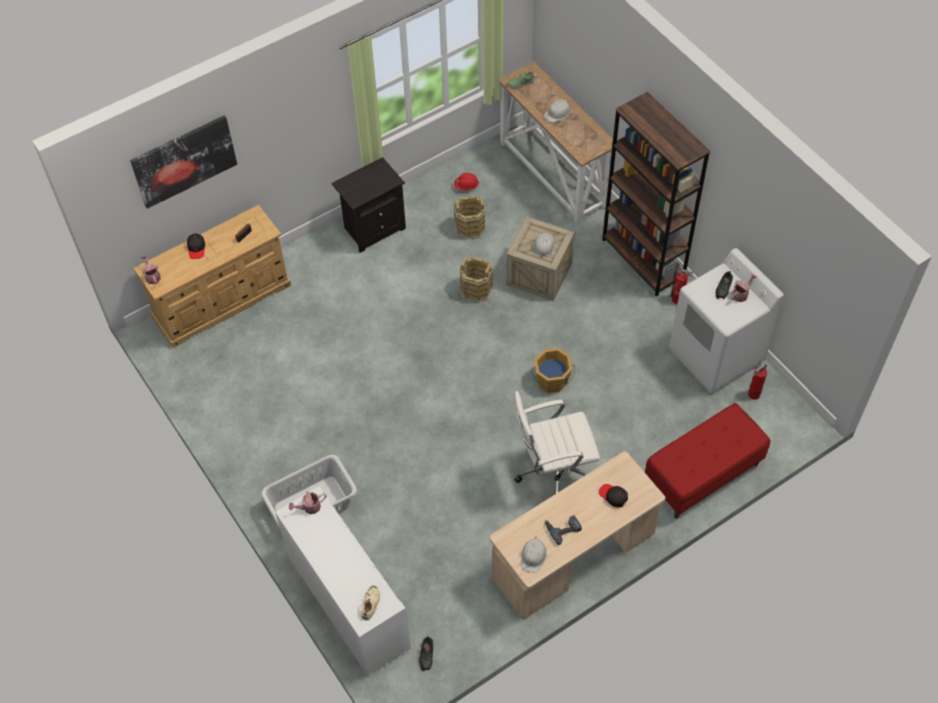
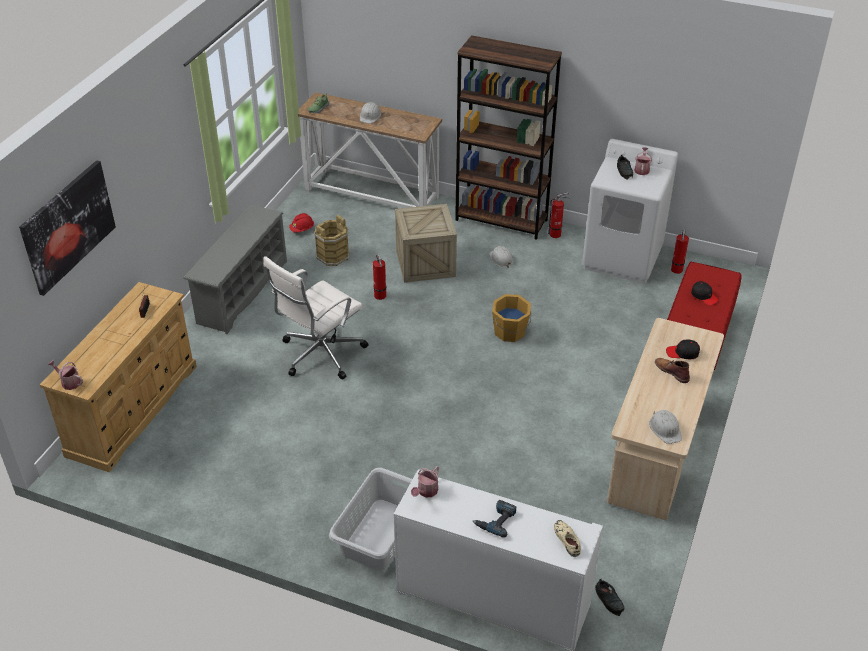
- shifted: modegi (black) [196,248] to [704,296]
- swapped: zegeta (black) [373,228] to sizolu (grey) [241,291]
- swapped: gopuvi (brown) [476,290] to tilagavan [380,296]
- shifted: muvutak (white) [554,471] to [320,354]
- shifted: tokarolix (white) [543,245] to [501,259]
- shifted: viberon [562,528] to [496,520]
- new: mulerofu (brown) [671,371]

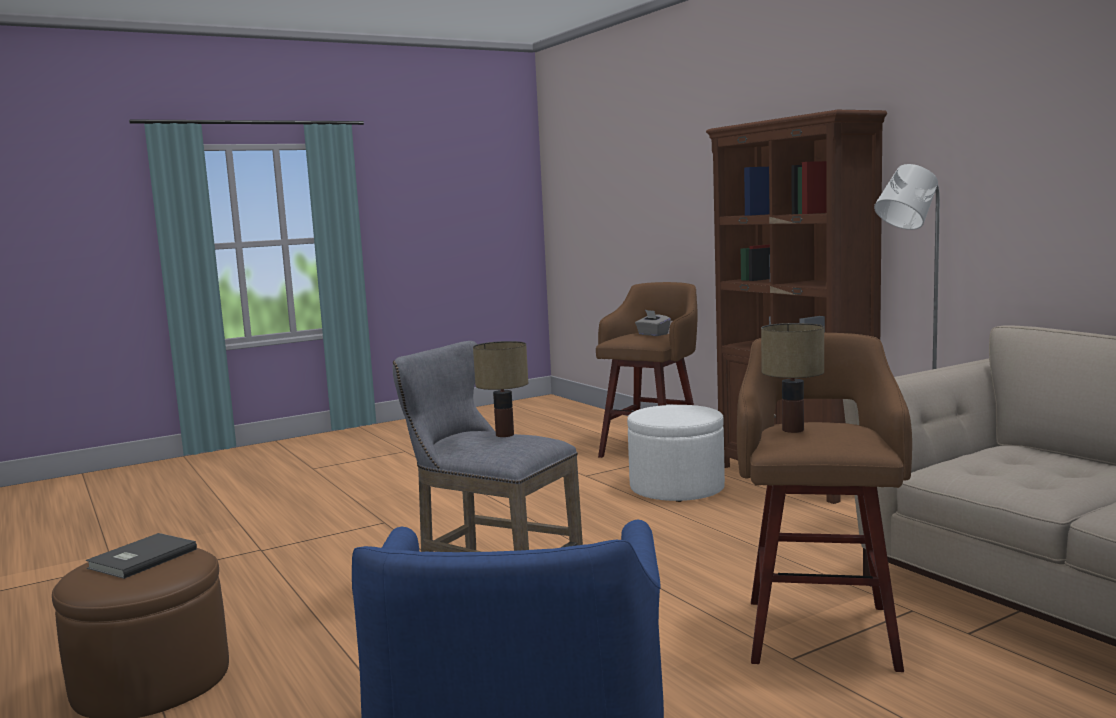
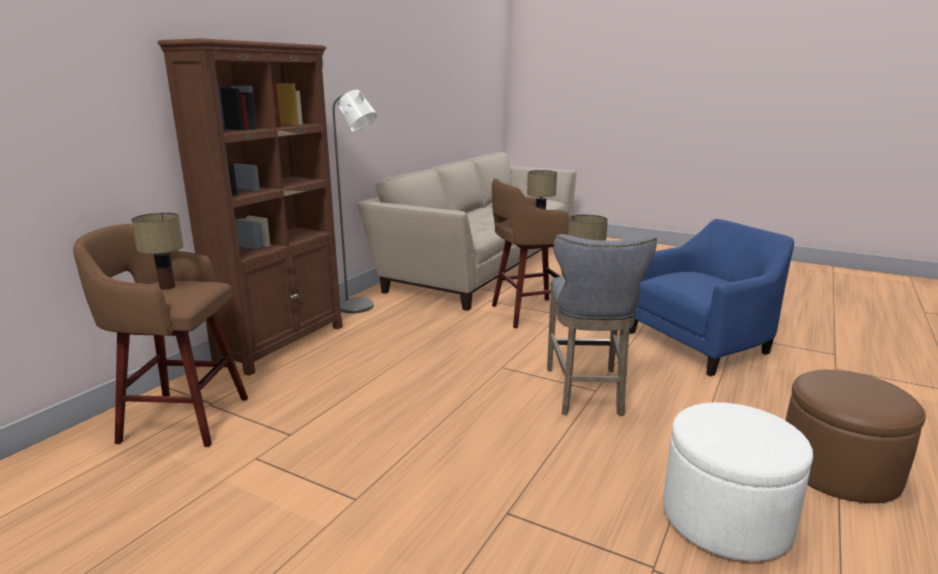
- gone: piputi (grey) [140,559]
- shifted: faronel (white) [677,488] to [726,519]
- swapped: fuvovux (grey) [653,334] to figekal [167,286]

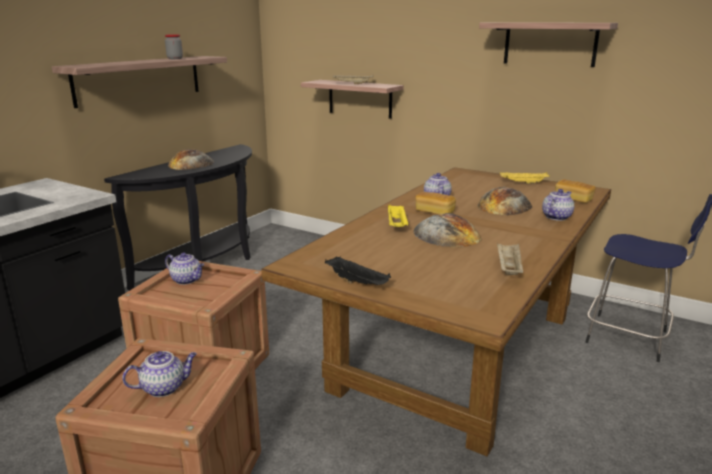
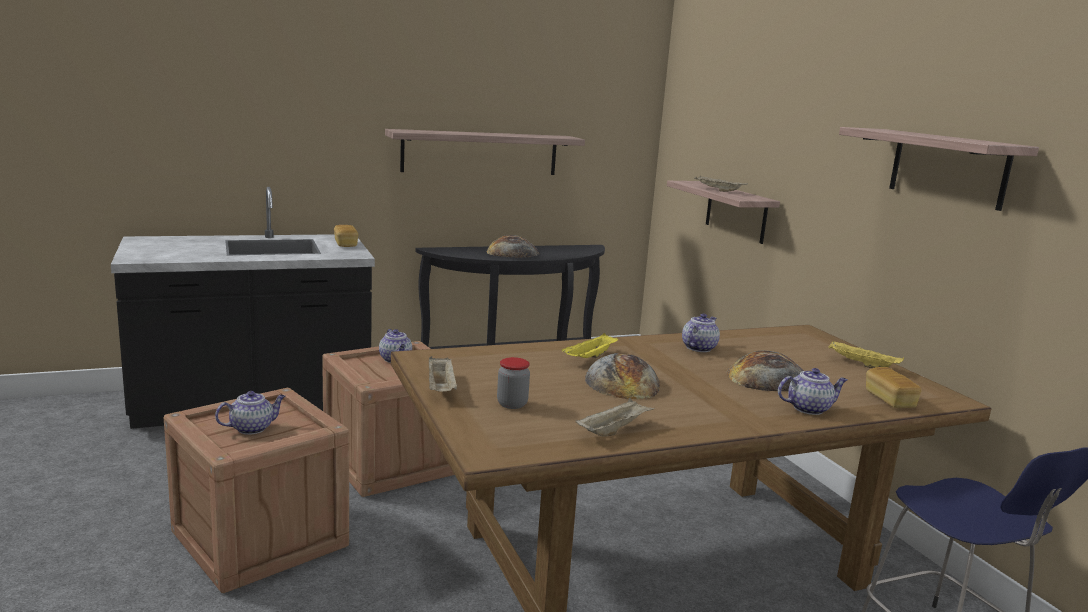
- rotated: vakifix [164,387] = [252,428] 45 degrees counterclockwise
- shifted: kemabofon [175,59] to [512,404]
- repainted: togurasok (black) [358,283] to togurasok (beige) [441,388]
- shifted: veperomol [434,212] to [346,244]

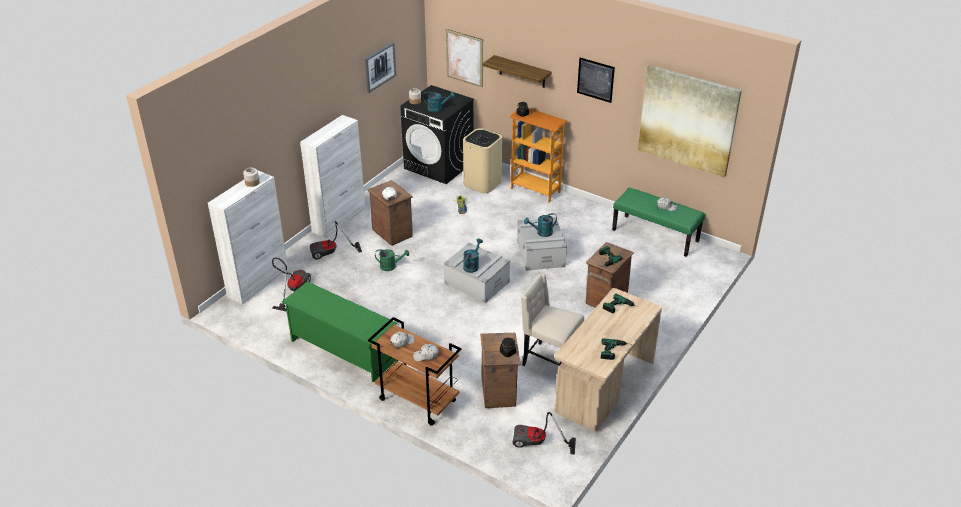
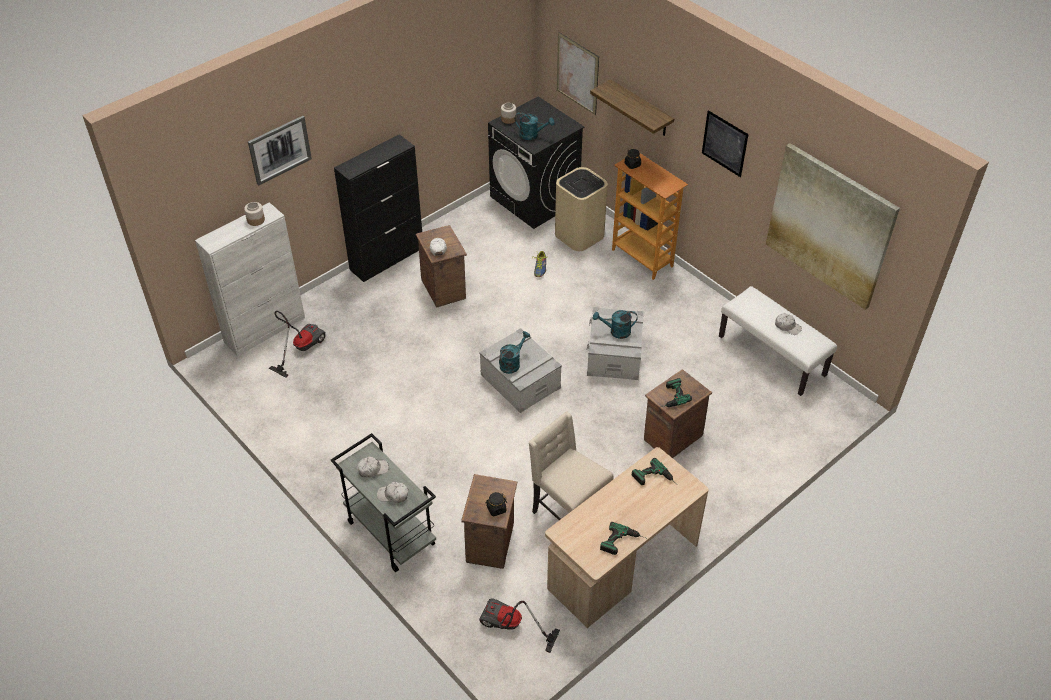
- gone: sizolu (green) [343,350]
- repainted: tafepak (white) [339,220] to tafepak (black) [387,258]
- gone: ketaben [331,253]
- shifted: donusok [380,67] to [279,149]
- repainted: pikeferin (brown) [416,400] to pikeferin (grey) [390,533]
- gone: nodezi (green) [391,266]
- repainted: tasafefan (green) [655,235] to tasafefan (white) [772,355]

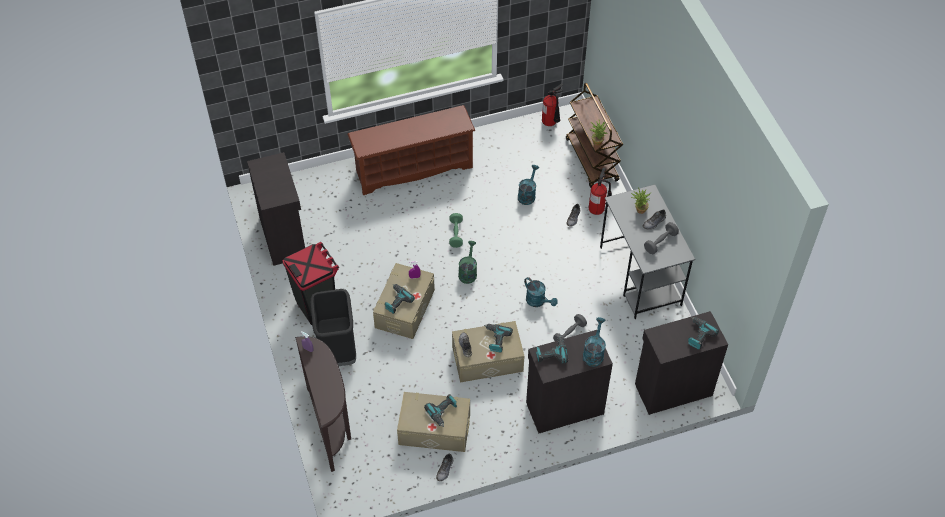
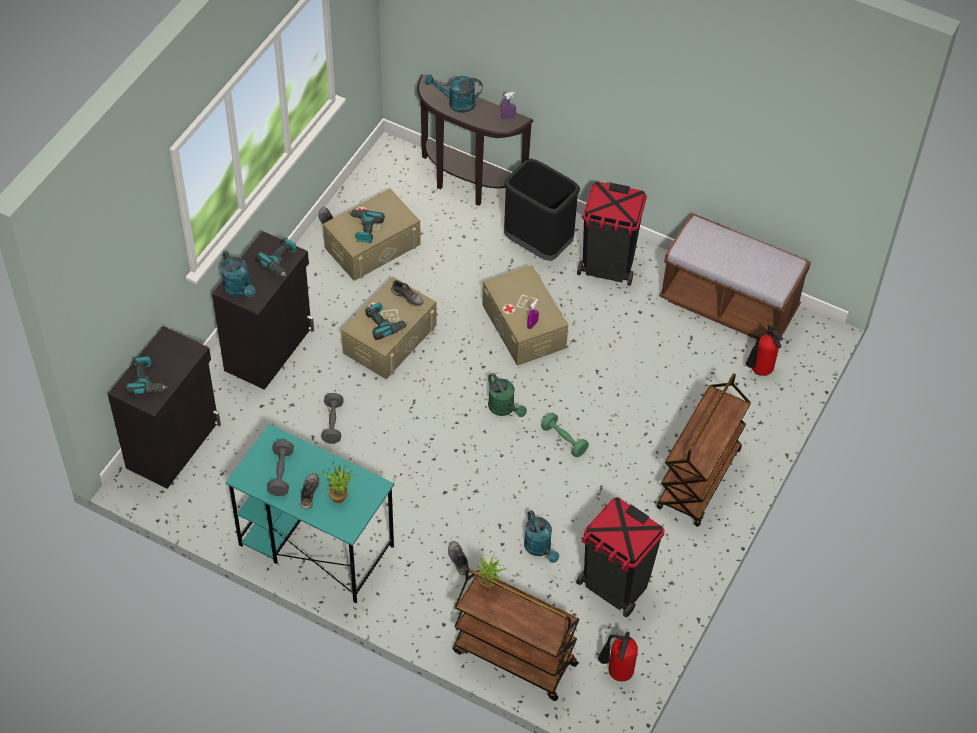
- swapped: tafepak (black) [283,236] to tasafefan (brown) [728,305]
- swapped: sizolu (brown) [413,168] to pikeferin (brown) [699,480]
- gone: viberon [396,301]
- shifted: nodezi (turquoise) [538,301] to [456,103]
- shifted: tilagavan [599,210] to [759,371]
- repainted: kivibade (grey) [640,276] to kivibade (turquoise) [315,545]
- new: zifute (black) [615,586]

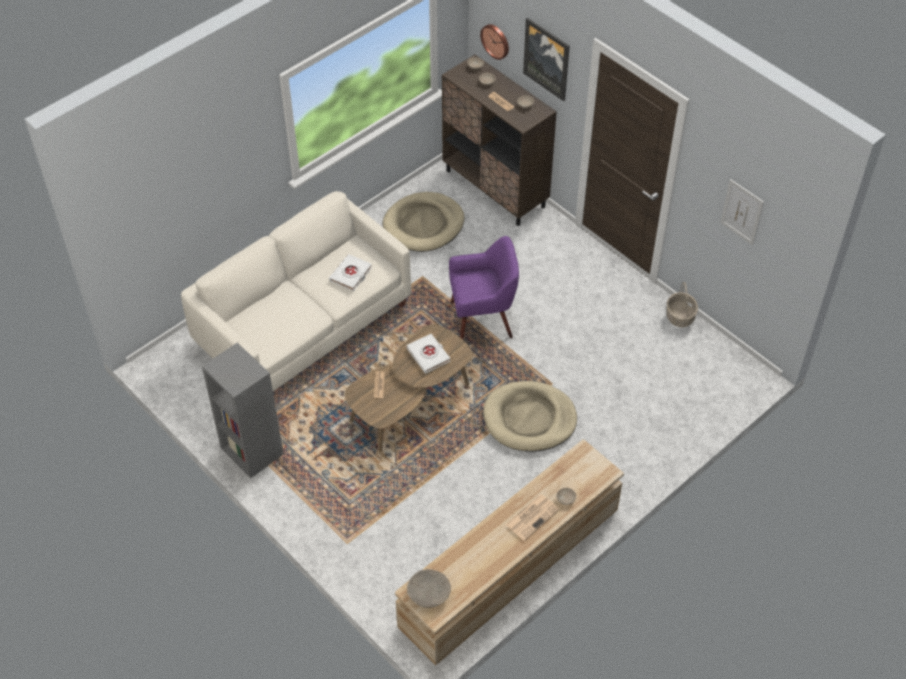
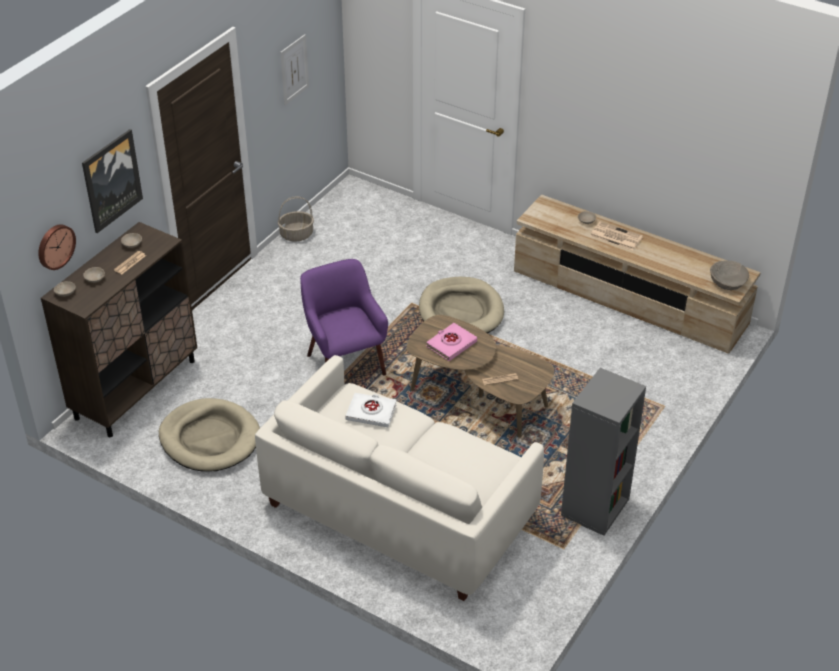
- repainted: piputi (white) [428,355] to piputi (pink) [451,344]

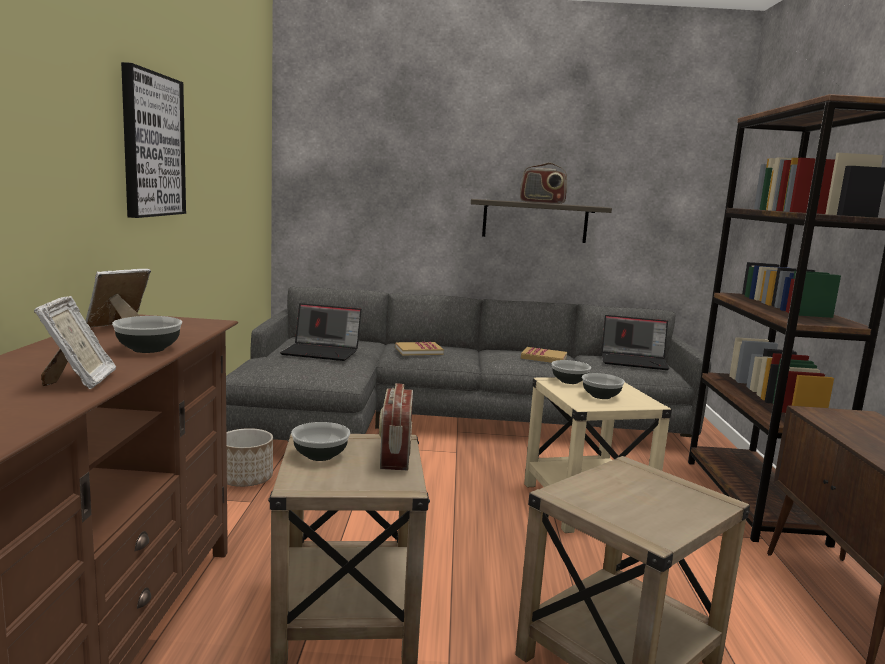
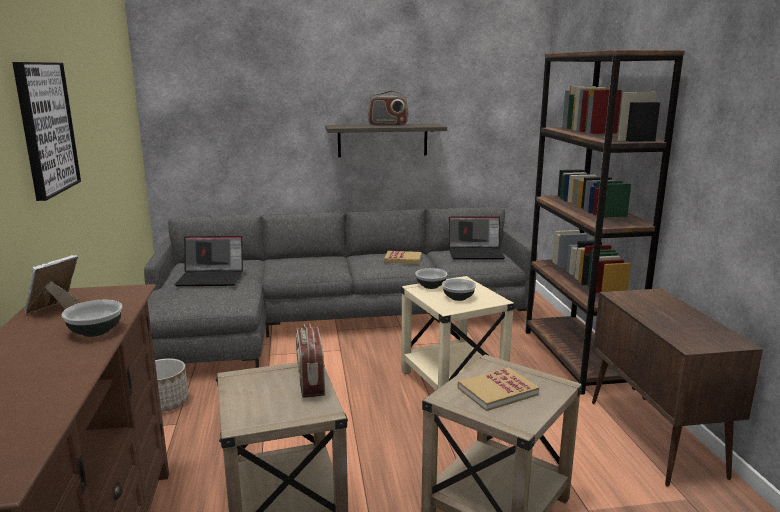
- gone: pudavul [79,381]
- gone: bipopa [321,455]
- shifted: piputi [418,351] to [497,391]

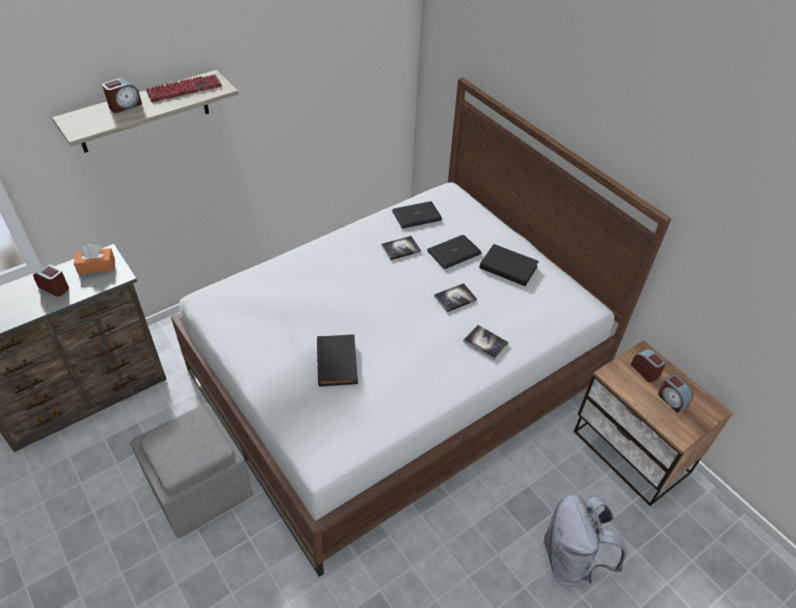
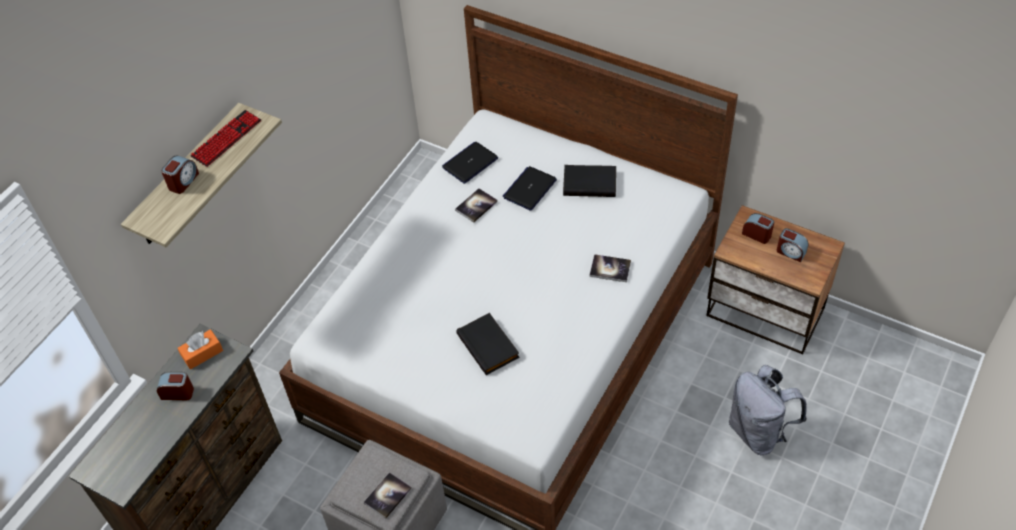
- shifted: piputi [455,298] to [387,496]

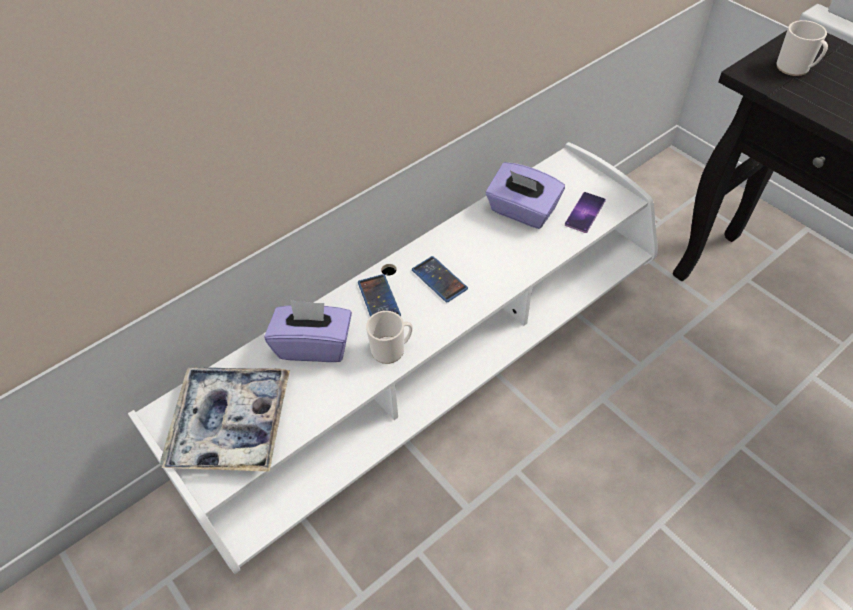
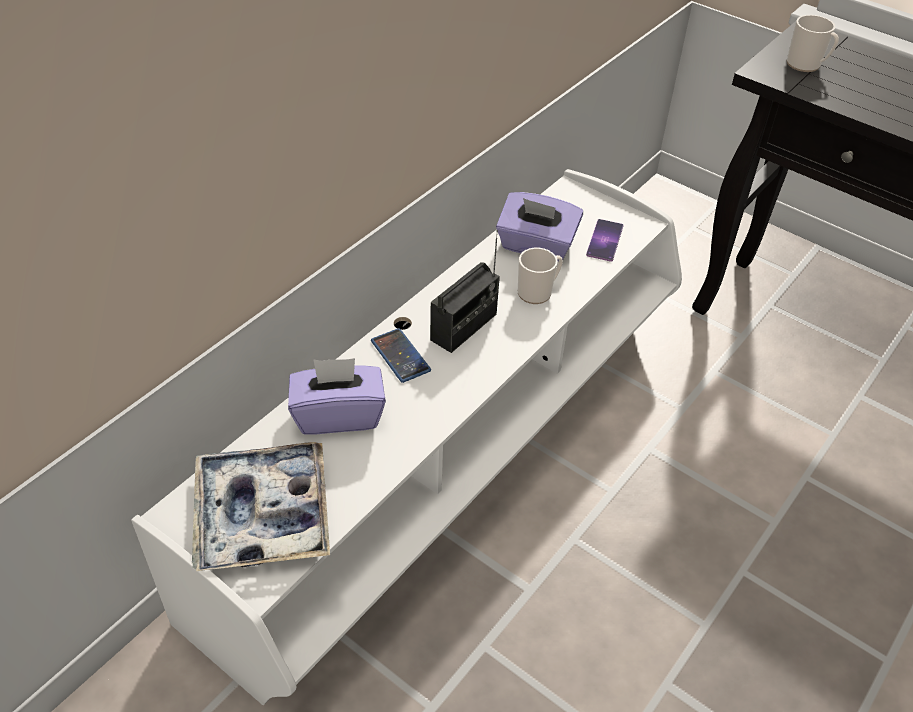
- shifted: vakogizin [391,350] to [538,291]
- swapped: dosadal [439,279] to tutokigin [464,327]

